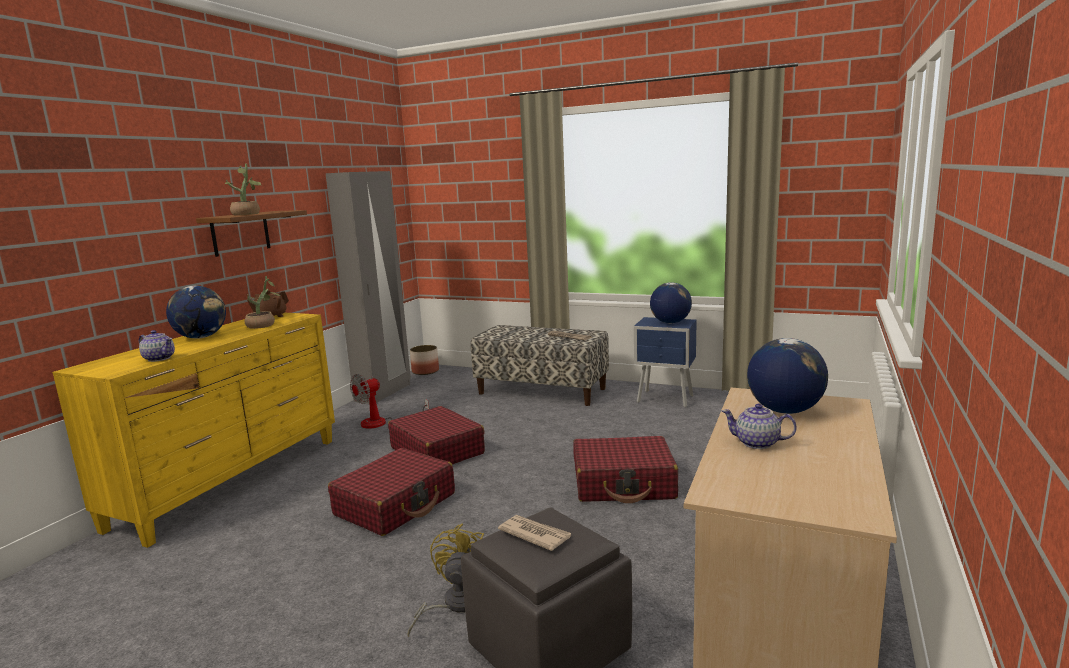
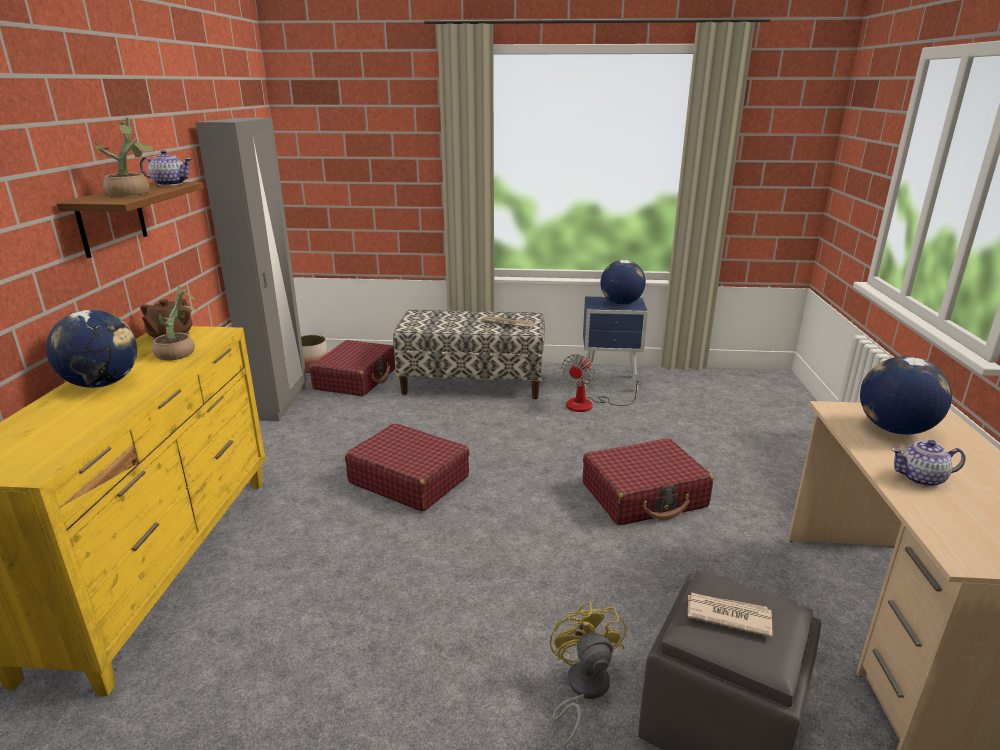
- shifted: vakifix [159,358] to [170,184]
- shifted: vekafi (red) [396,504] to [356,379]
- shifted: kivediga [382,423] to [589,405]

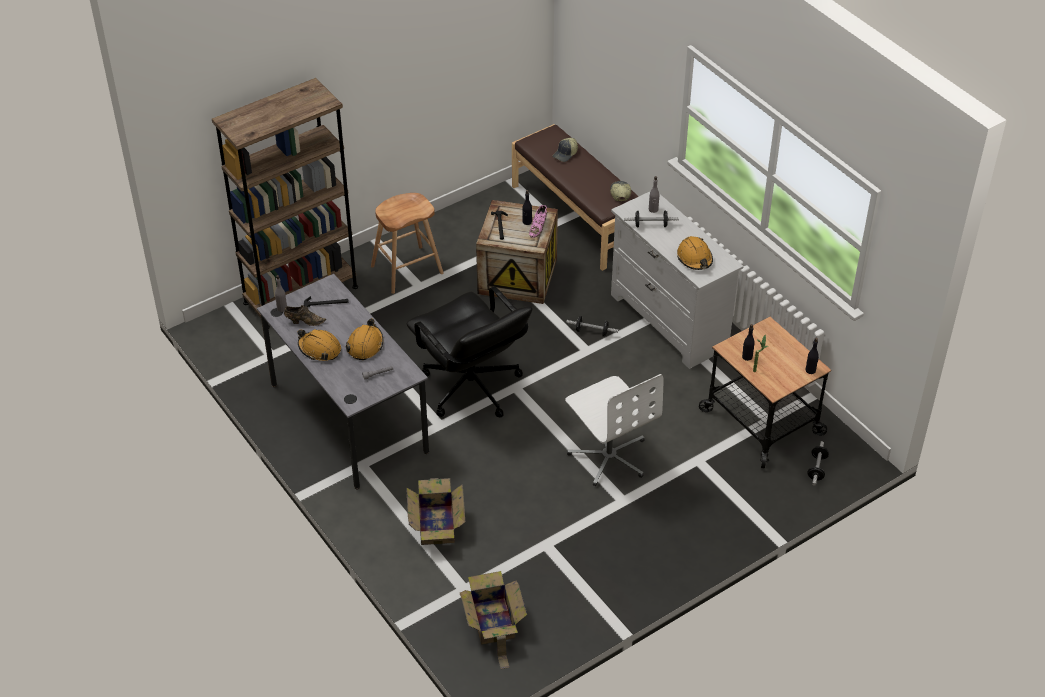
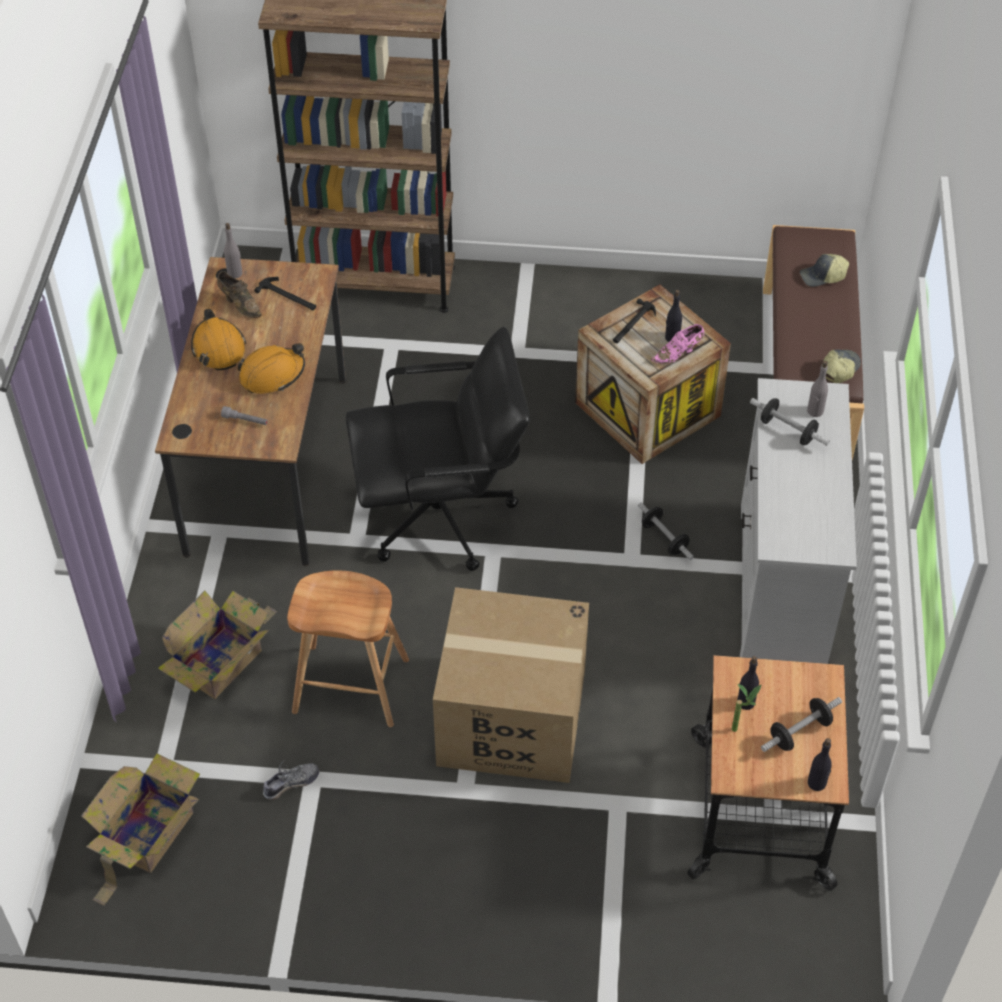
- repainted: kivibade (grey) [348,418] to kivibade (brown) [267,464]
- shifted: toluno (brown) [406,270] to [350,686]
- rotated: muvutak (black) [471,388] = [441,517] 105 degrees counterclockwise
- swapped: muvutak (white) [609,456] to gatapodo [511,718]
- gone: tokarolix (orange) [694,258]
- shifted: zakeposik [817,468] to [799,732]
- new: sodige [291,783]

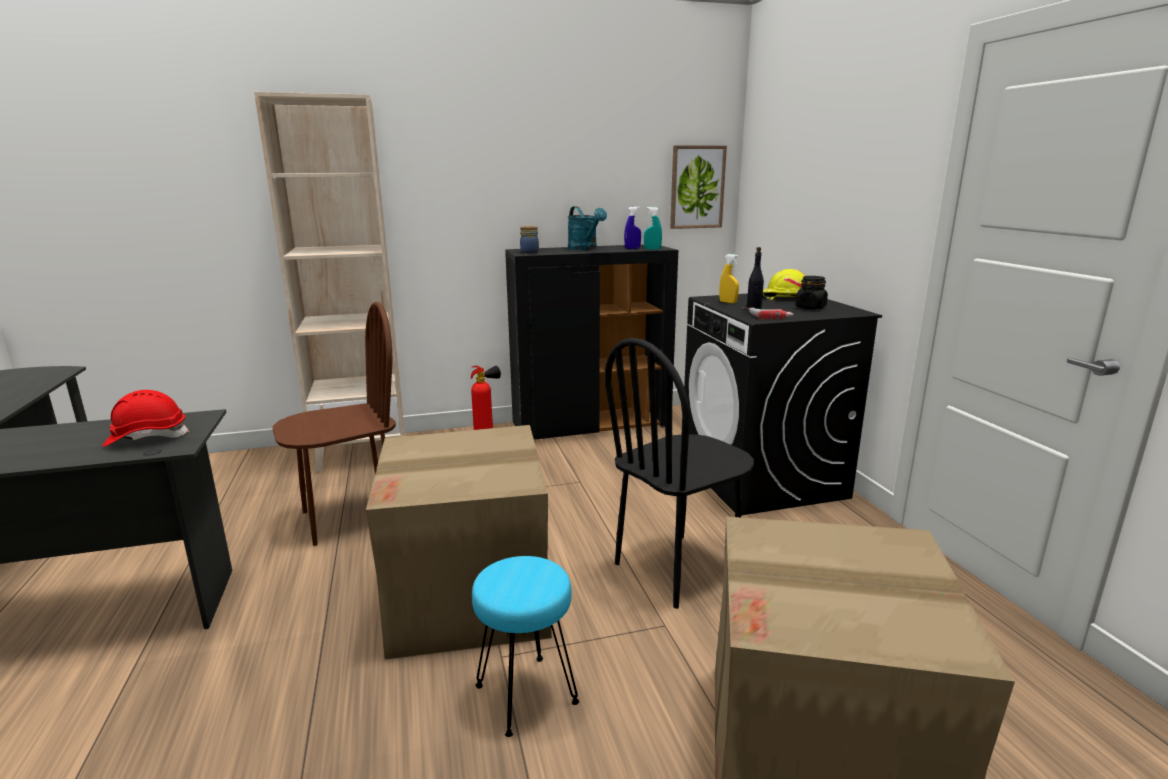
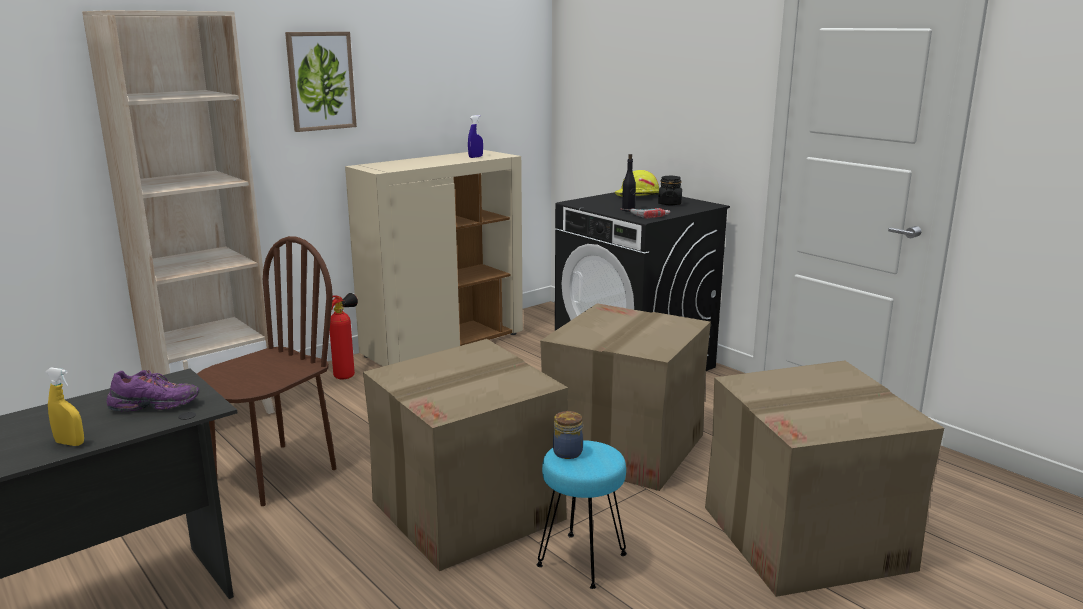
- swapped: tokarolix (red) [147,438] to sodige (purple) [155,406]
- repainted: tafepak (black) [591,426] to tafepak (beige) [443,344]
- shifted: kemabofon [529,252] to [567,452]
- gone: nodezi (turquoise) [585,249]
- swapped: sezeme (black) [677,568] to gatapodo [623,447]
- gone: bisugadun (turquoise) [652,249]
- shifted: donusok [697,187] to [321,81]
- shifted: bisugadun (yellow) [728,302] to [70,443]

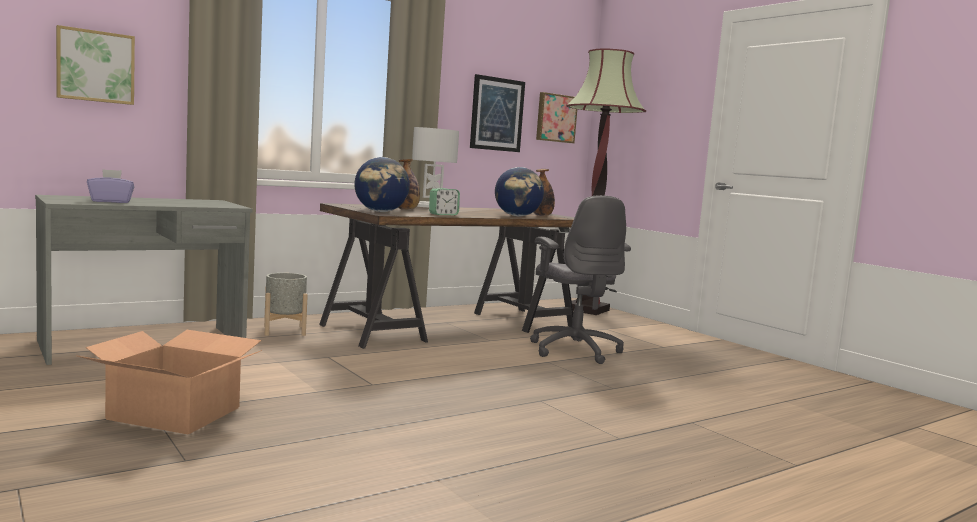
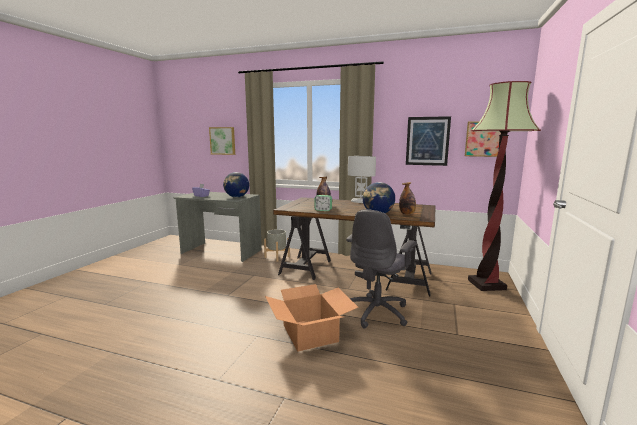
- shifted: gatapodo [175,413] to [310,333]
- shifted: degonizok [380,212] to [237,197]

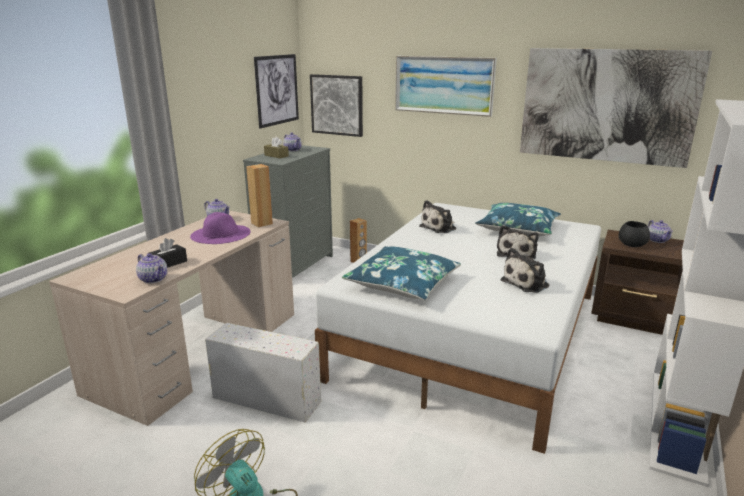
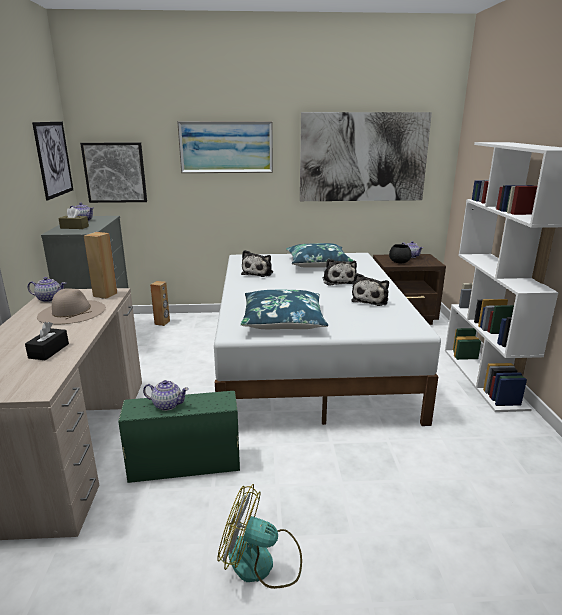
- shifted: vakifix [153,279] to [167,405]
- repainted: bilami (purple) [220,234] to bilami (beige) [72,312]
- repainted: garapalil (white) [265,399] to garapalil (green) [183,465]

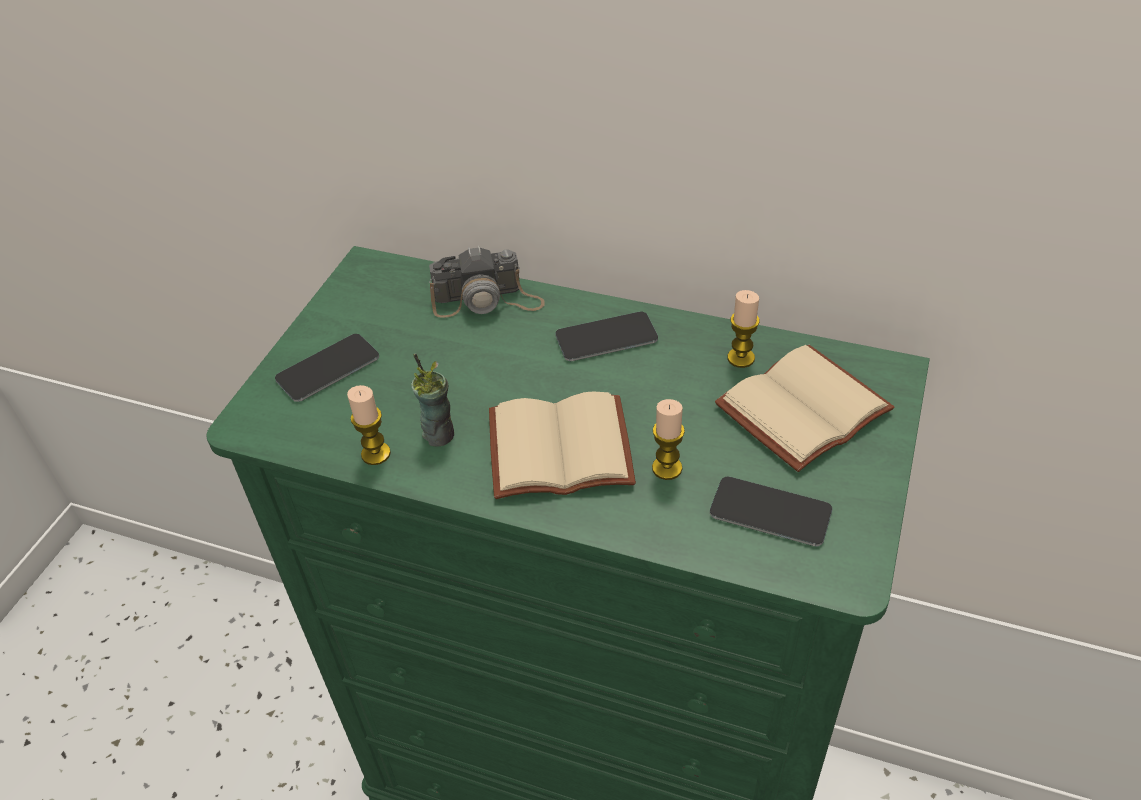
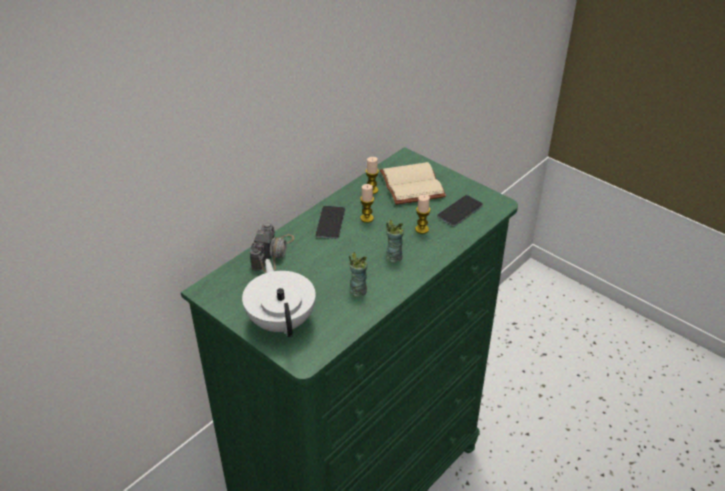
- swapped: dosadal [328,368] to vakifix (white) [282,321]
- shifted: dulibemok [376,454] to [367,218]
- swapped: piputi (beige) [557,453] to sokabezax [394,257]

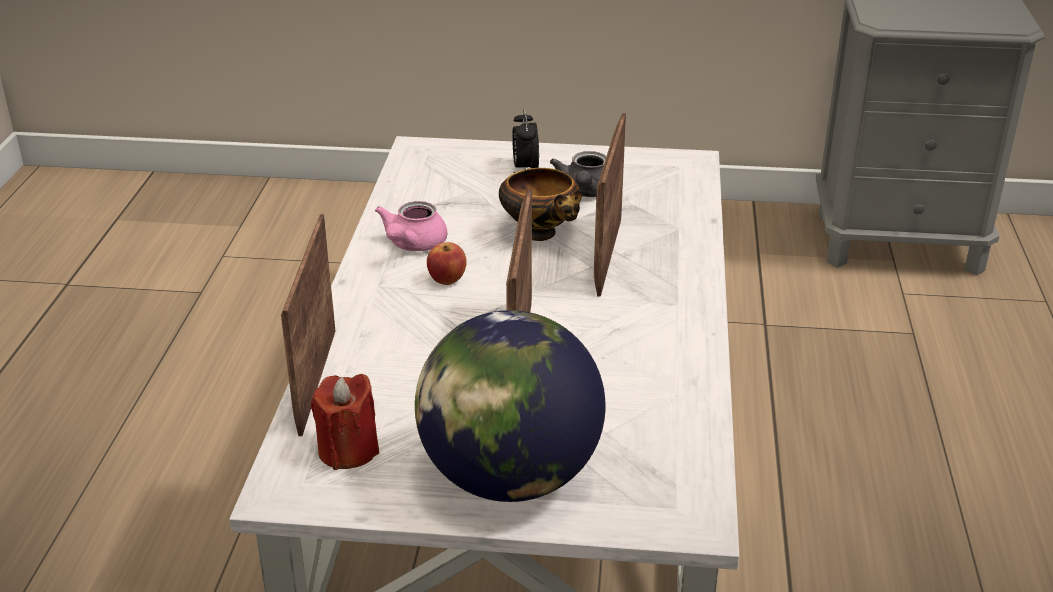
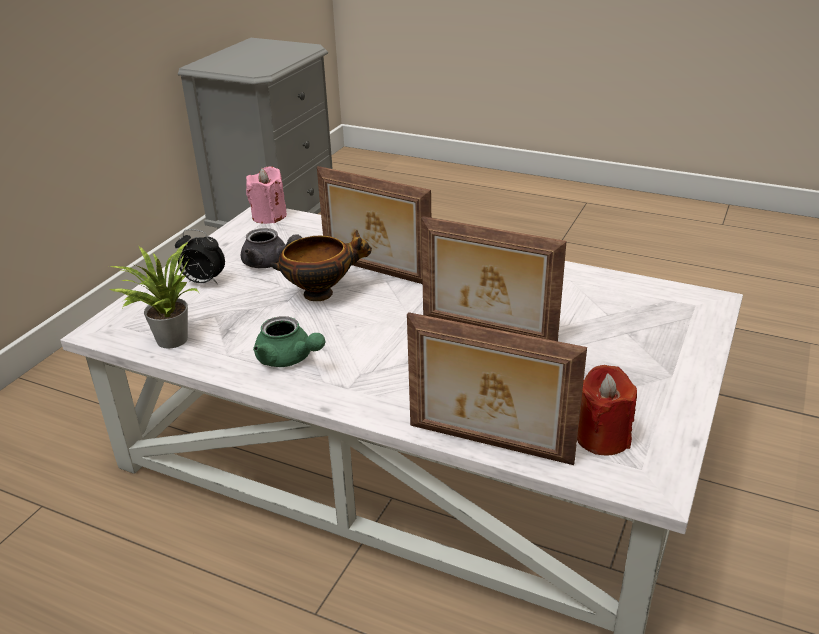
- repainted: vakifix (pink) [412,245] to vakifix (green) [289,359]
- gone: degonizok [509,478]
- gone: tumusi [447,280]
- new: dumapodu [168,339]
- new: dulibemok (pink) [269,216]

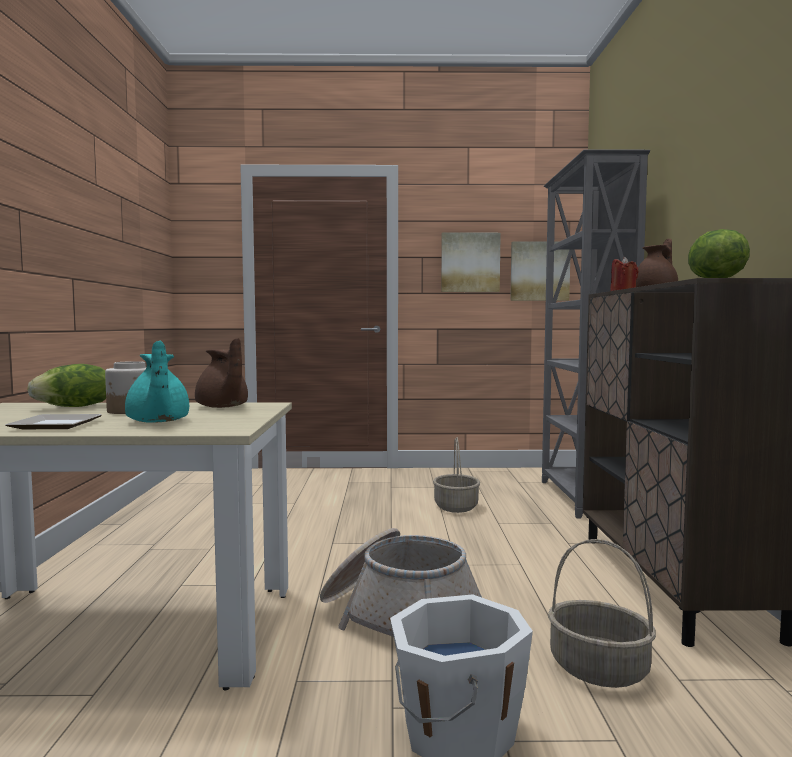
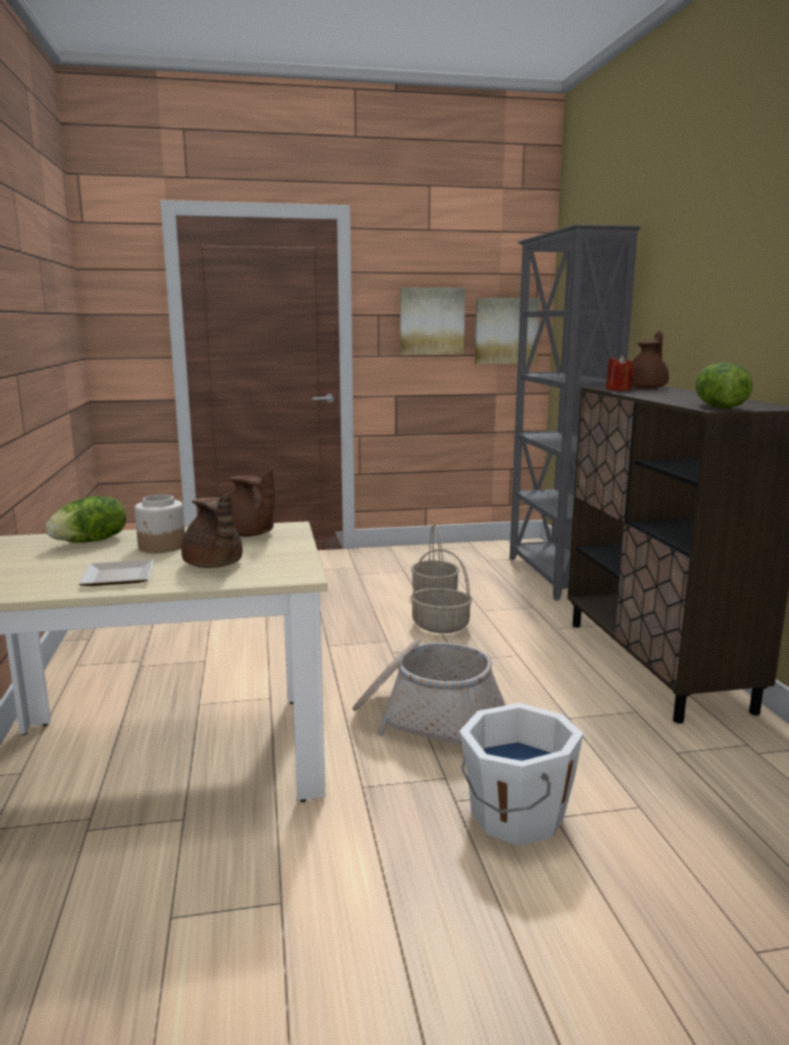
- repainted: vakifix (turquoise) [157,422] to vakifix (brown) [213,565]
- shifted: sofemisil [597,669] to [439,626]

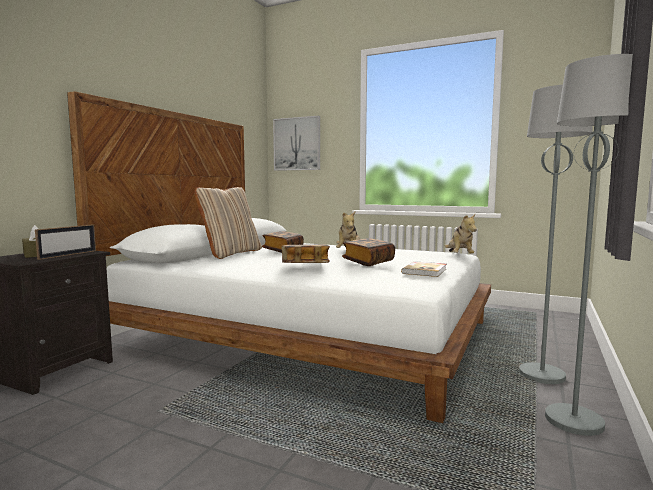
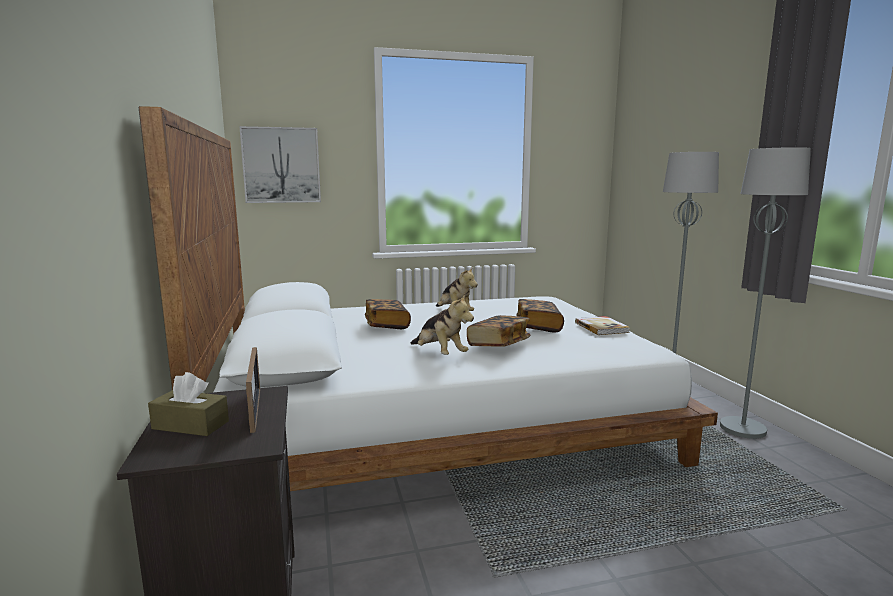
- gone: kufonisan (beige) [231,253]
- shifted: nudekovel [459,256] to [439,354]

